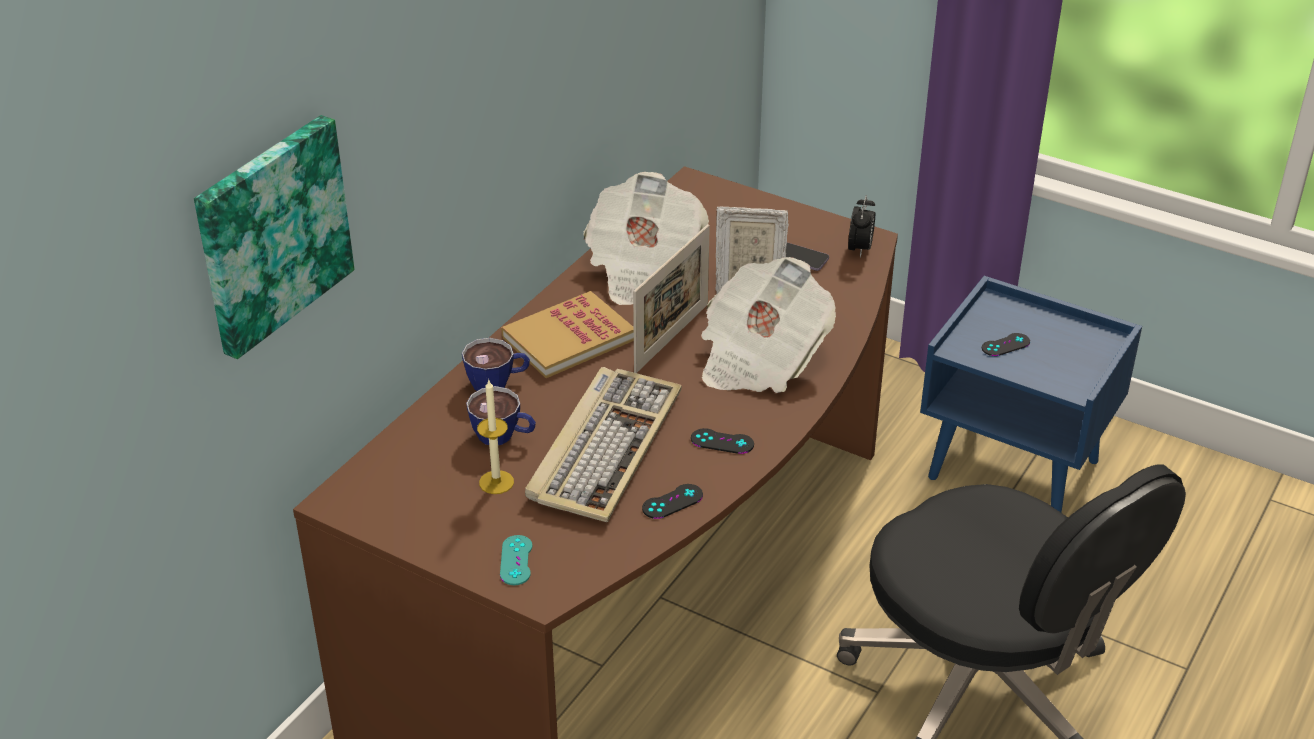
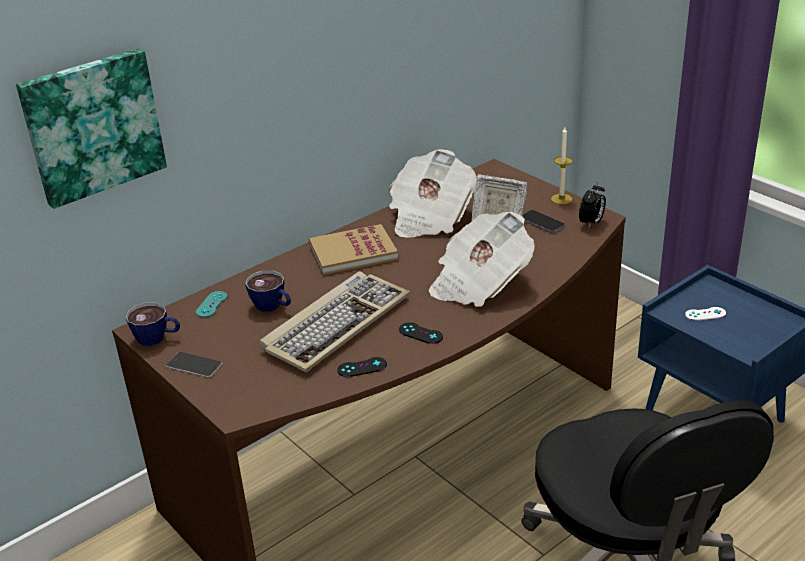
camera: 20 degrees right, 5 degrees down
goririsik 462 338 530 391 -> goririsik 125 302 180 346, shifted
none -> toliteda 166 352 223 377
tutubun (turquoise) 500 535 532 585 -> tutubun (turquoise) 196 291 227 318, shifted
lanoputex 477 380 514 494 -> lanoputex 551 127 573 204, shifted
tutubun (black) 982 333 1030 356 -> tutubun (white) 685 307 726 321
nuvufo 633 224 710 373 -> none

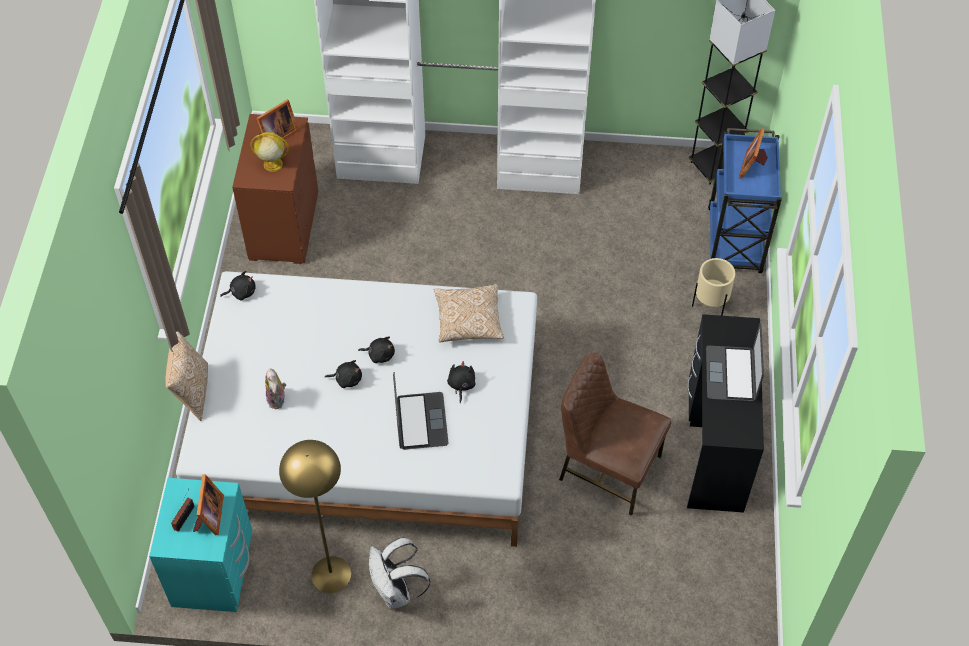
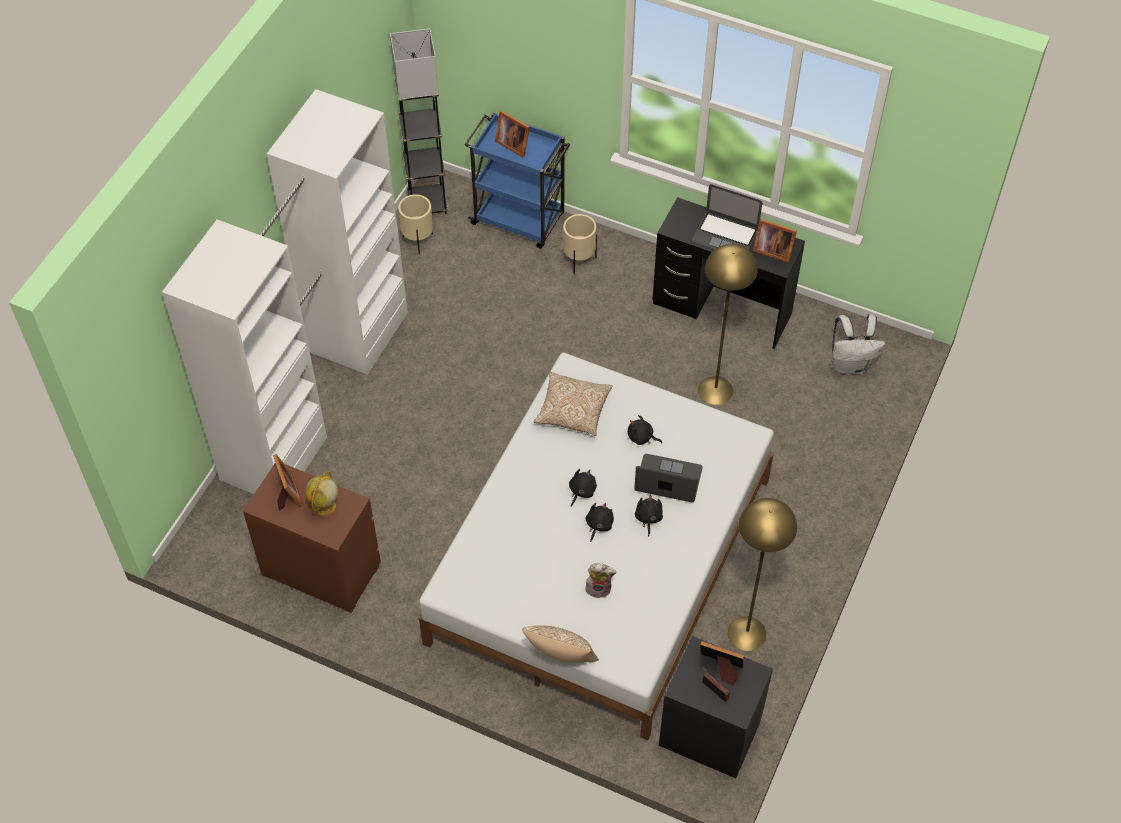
camera: 70 degrees left, 0 degrees up
none -> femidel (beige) 398 194 433 254
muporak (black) 220 271 256 300 -> muporak (black) 635 494 663 536, shifted
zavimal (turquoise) 149 478 252 612 -> zavimal (black) 659 636 773 778
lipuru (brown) 559 352 671 516 -> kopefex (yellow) 698 244 758 405
none -> nuvufo 753 219 797 263
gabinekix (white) 369 537 431 609 -> gabinekix (white) 831 314 886 375, shifted

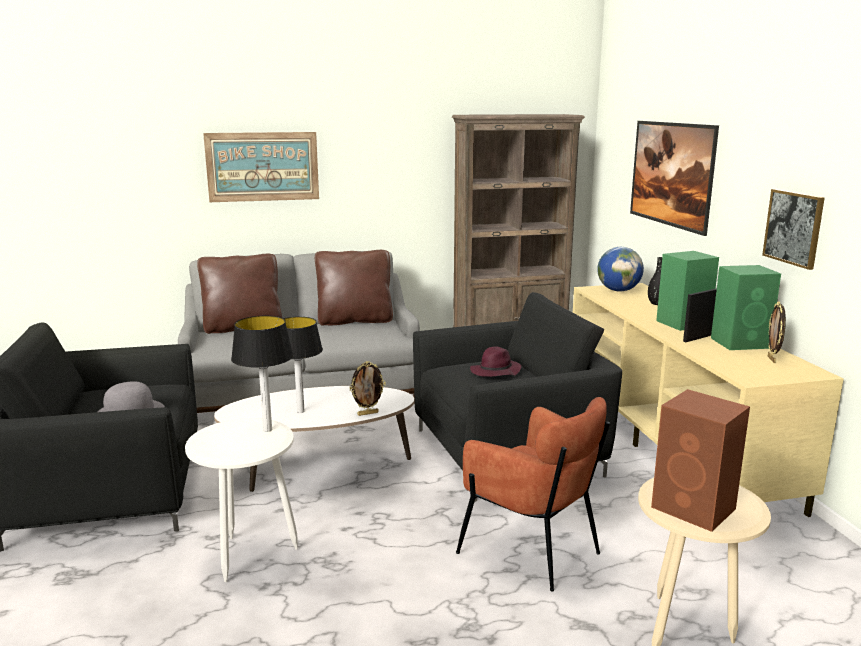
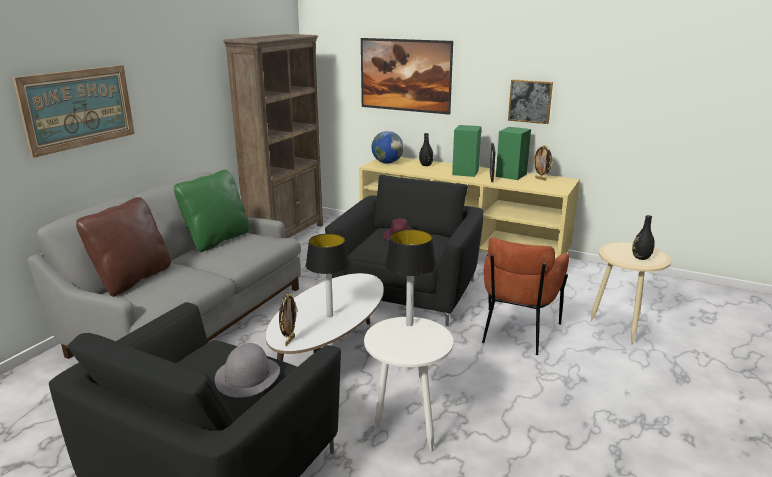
camera: 50 degrees left, 5 degrees up
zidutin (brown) 315 250 393 326 -> zidutin (green) 174 170 250 252
nuvufo 350 361 386 416 -> nuvufo 279 293 297 346, shifted
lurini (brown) 456 397 610 591 -> lurini (brown) 482 238 569 355, 120 degrees clockwise
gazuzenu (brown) 651 389 750 532 -> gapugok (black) 632 215 655 260

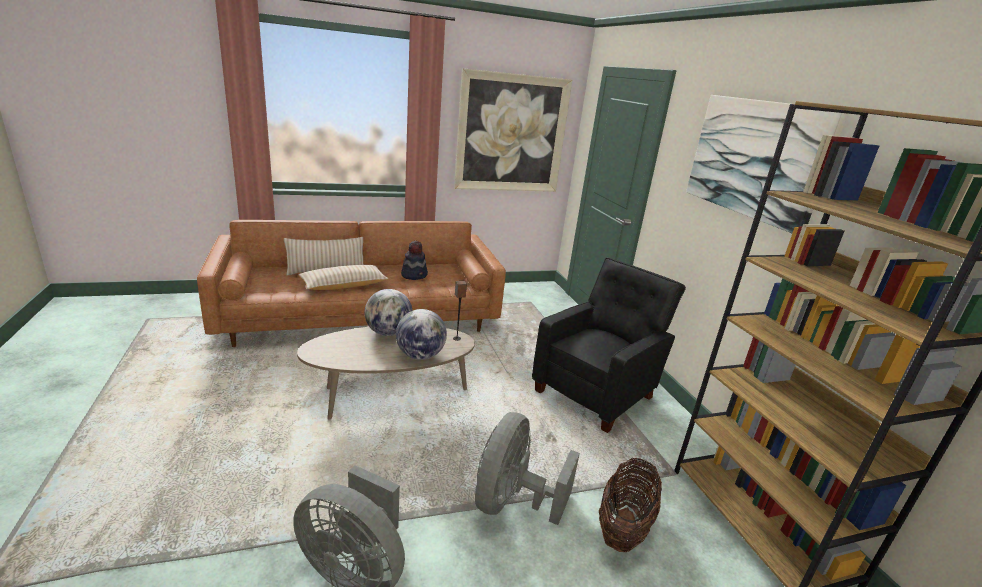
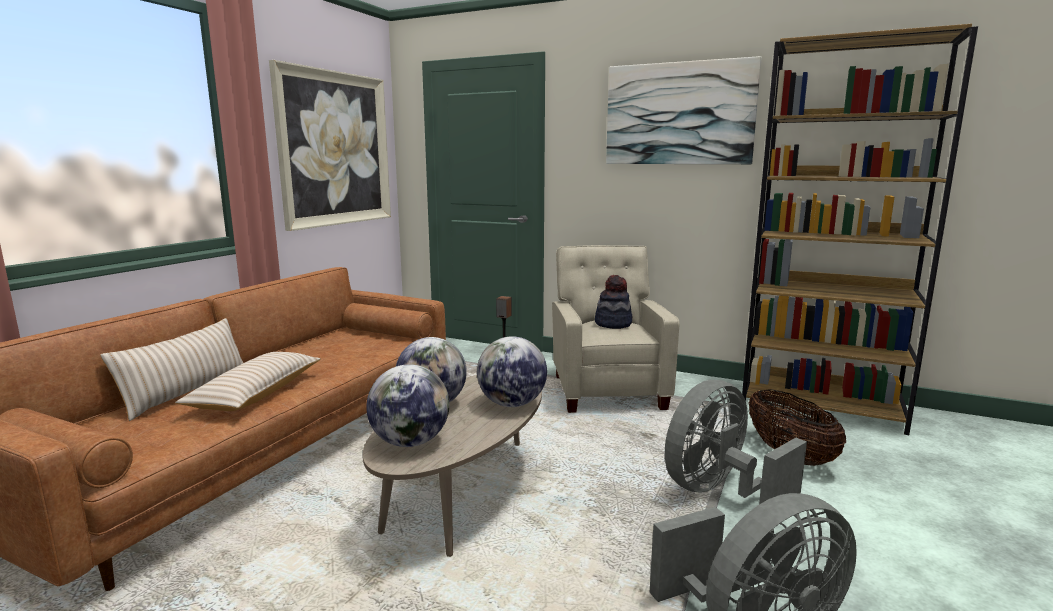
camera: 45 degrees left, 10 degrees down
none -> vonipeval 366 364 449 447
lurini (black) 532 257 686 433 -> lurini (beige) 552 245 679 413
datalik 401 240 428 280 -> datalik 595 275 632 329, shifted
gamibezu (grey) 475 412 580 525 -> gamibezu (grey) 665 380 807 504, 75 degrees clockwise

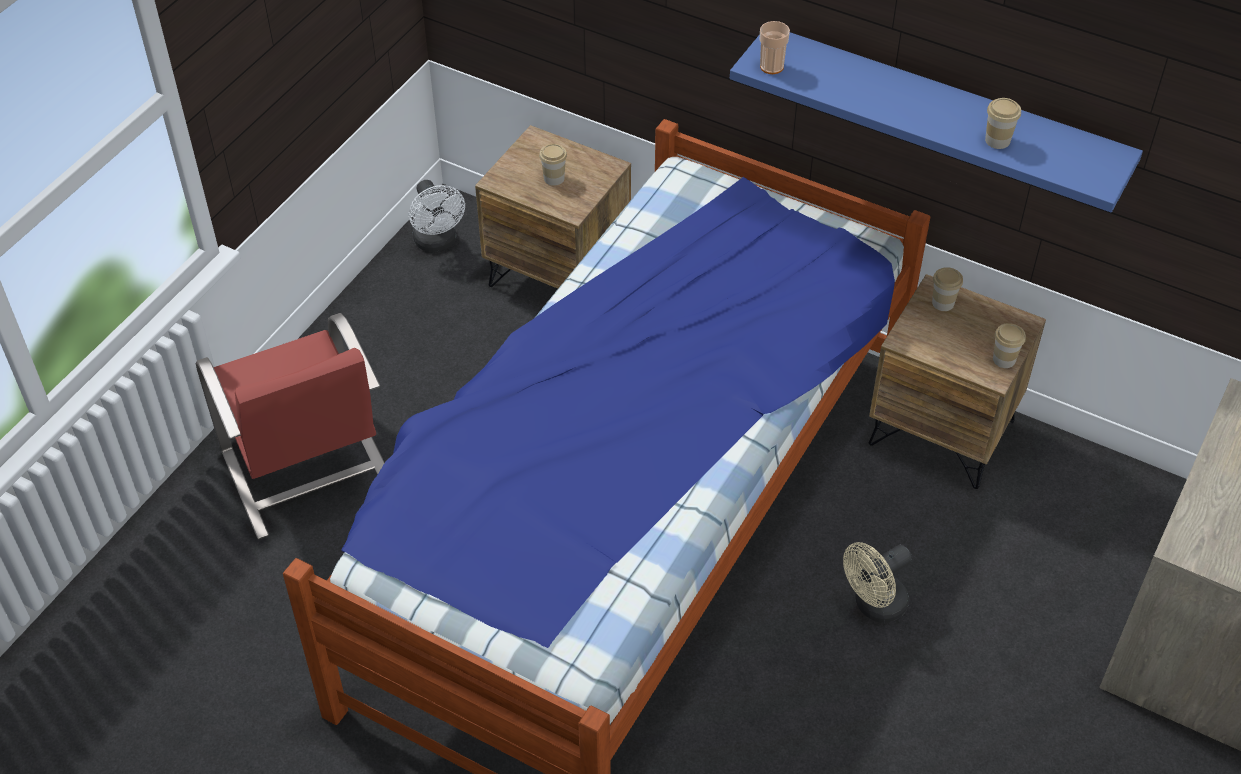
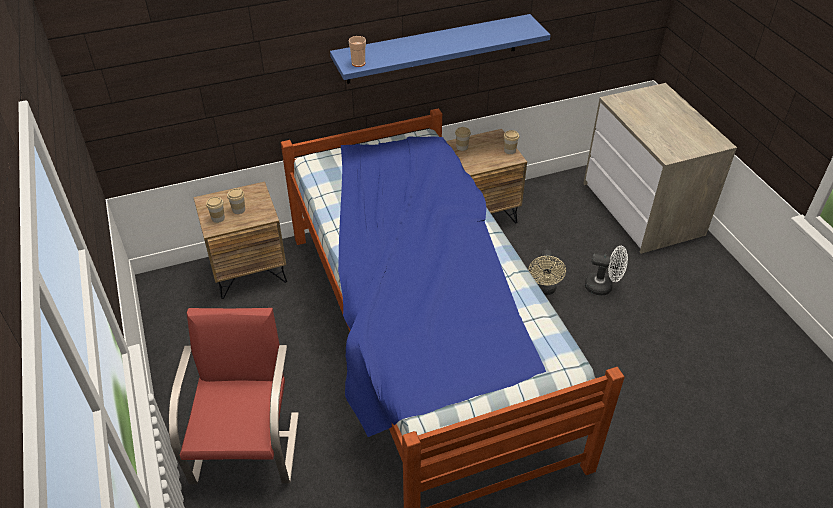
camera: 50 degrees left, 5 degrees down
lipuru (red) 196 313 385 539 -> lipuru (red) 168 308 299 484, 105 degrees counterclockwise
goririsik 985 98 1021 149 -> goririsik 206 197 225 223, shifted
gamibezu (white) 409 180 465 252 -> gamibezu (white) 585 246 628 295, shifted

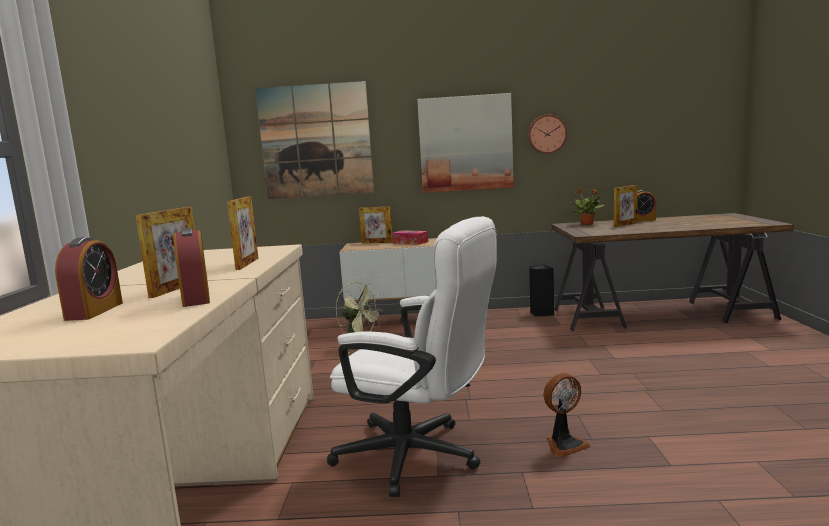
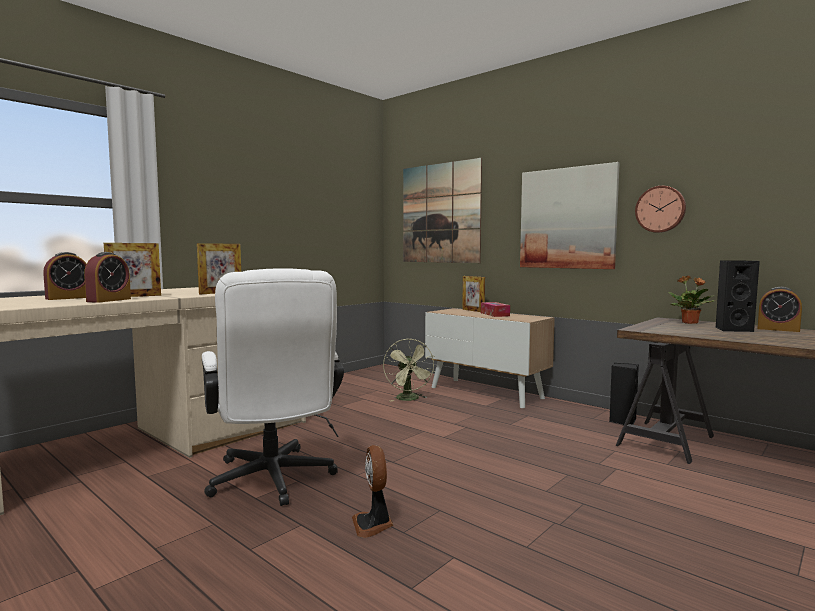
camera: 40 degrees right, 5 degrees down
gamibezu 543 373 590 457 -> gamibezu 352 445 393 538, 60 degrees clockwise
nuvufo 614 185 638 227 -> gazuzenu (black) 716 260 760 332

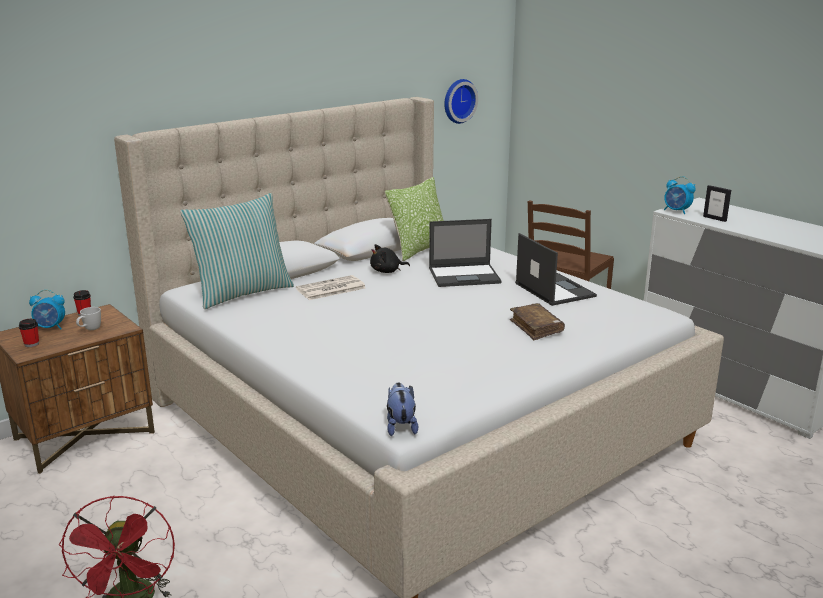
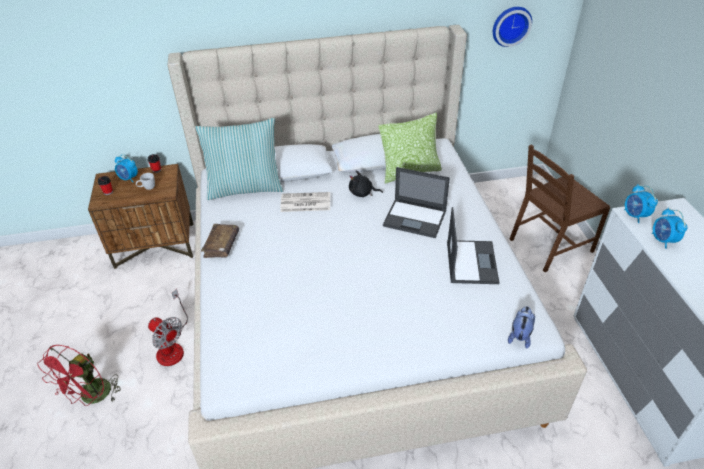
camera: 30 degrees right, 20 degrees up
none -> gamibezu 148 289 188 366
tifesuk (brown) 510 303 565 340 -> tifesuk (brown) 201 224 239 258, shifted
muporak 387 382 418 436 -> muporak 508 306 535 349, shifted
nuvufo 703 185 731 222 -> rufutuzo 652 208 687 249

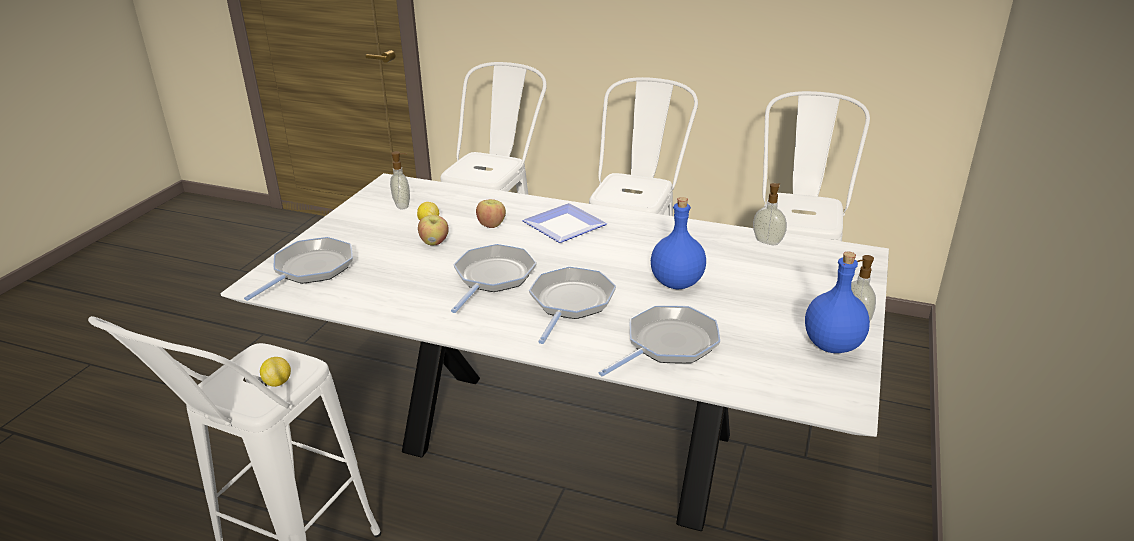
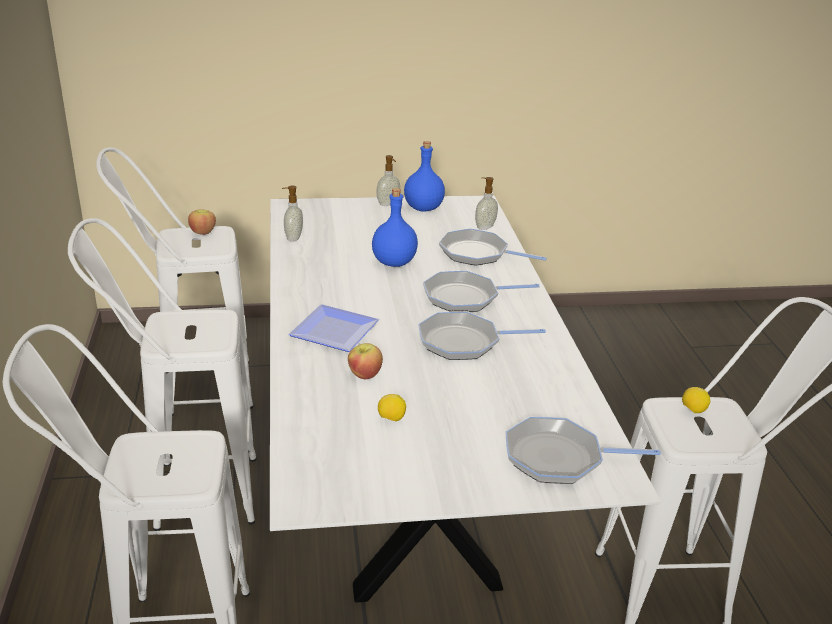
camera: 120 degrees left, 0 degrees up
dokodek 418 215 449 245 -> dokodek 188 209 216 235, shifted
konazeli 390 151 410 209 -> konazeli 475 177 498 230, shifted

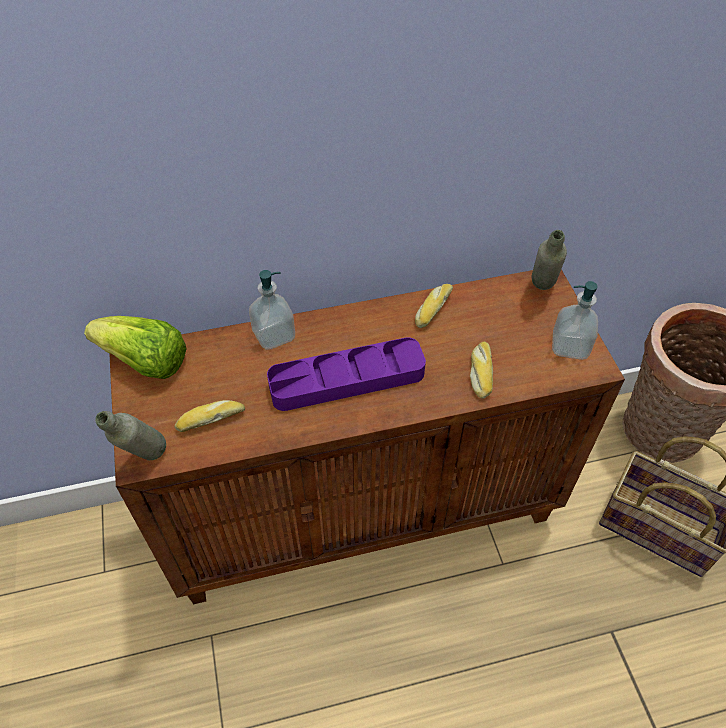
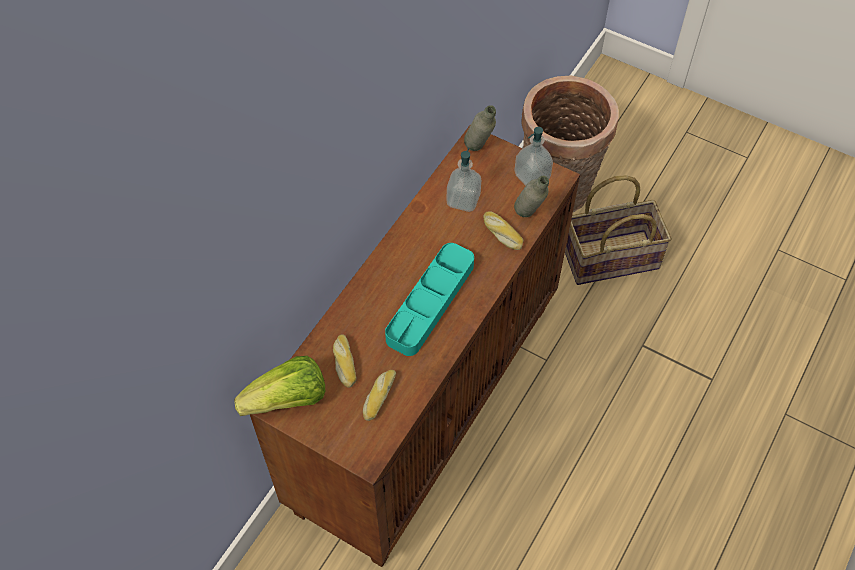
camera: 45 degrees left, 5 degrees up
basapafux 415 284 453 328 -> basapafux 333 334 356 388, shifted
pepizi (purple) 267 337 426 411 -> pepizi (turquoise) 385 243 474 356
konazeli 249 270 295 350 -> konazeli 446 148 481 212, shifted
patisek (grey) 95 411 166 460 -> patisek (grey) 514 176 549 217, shifted

